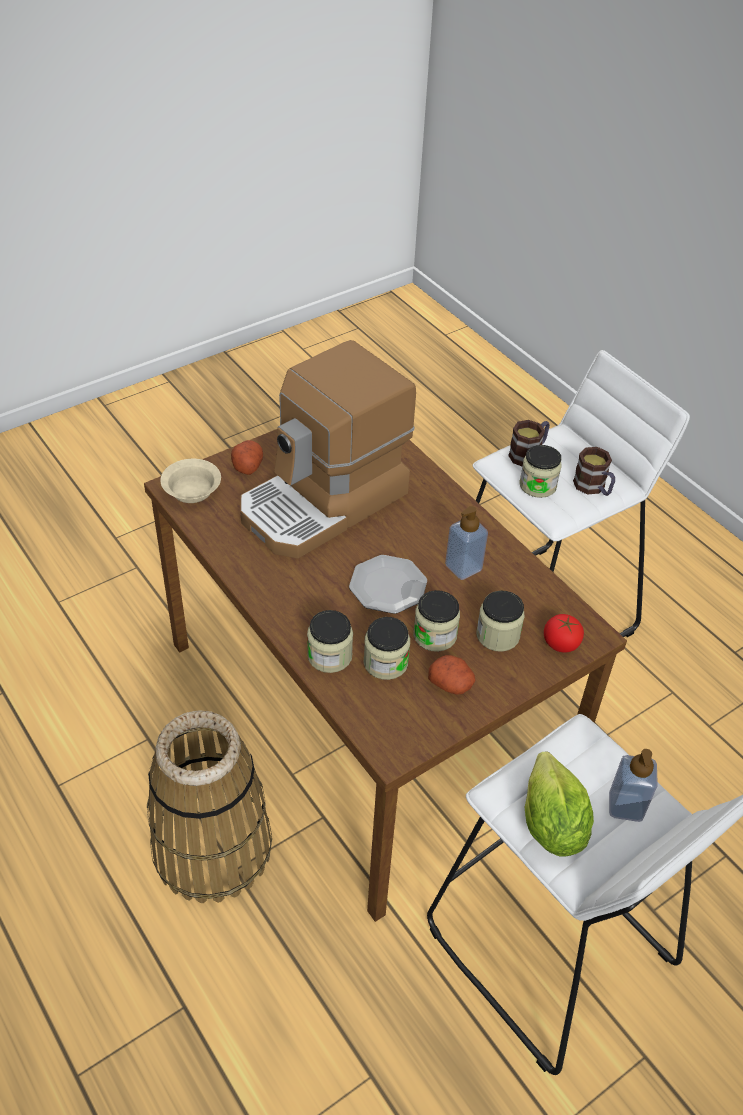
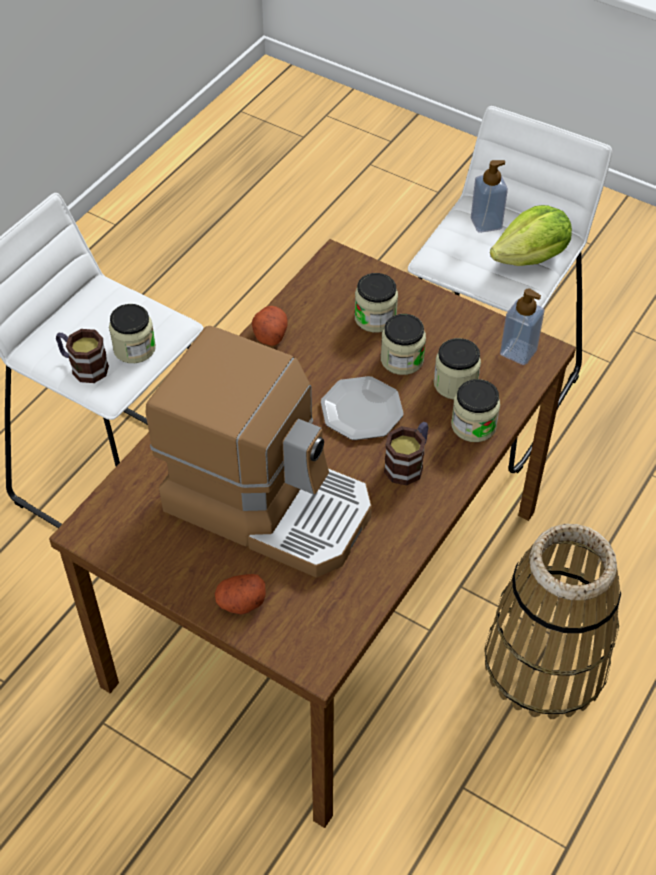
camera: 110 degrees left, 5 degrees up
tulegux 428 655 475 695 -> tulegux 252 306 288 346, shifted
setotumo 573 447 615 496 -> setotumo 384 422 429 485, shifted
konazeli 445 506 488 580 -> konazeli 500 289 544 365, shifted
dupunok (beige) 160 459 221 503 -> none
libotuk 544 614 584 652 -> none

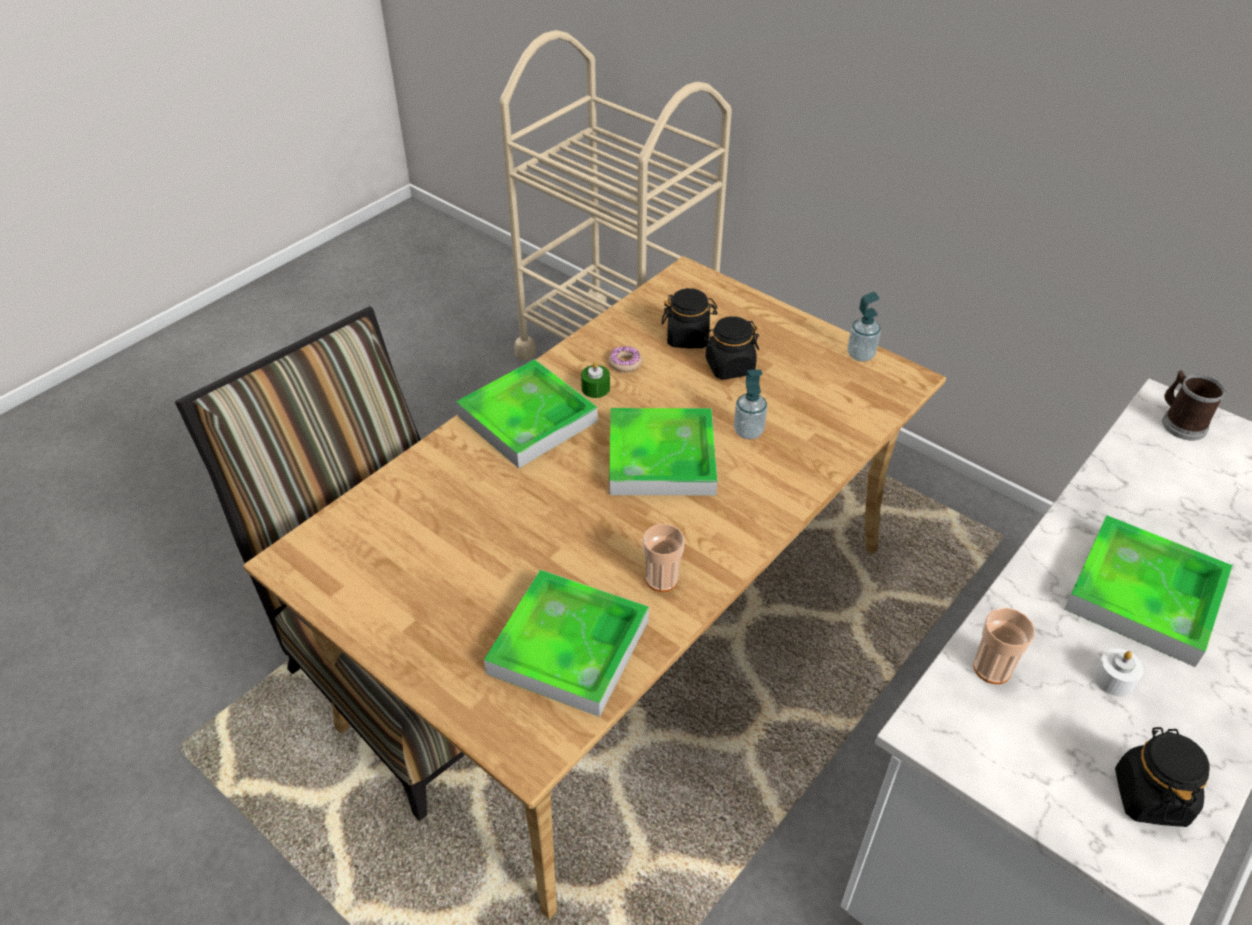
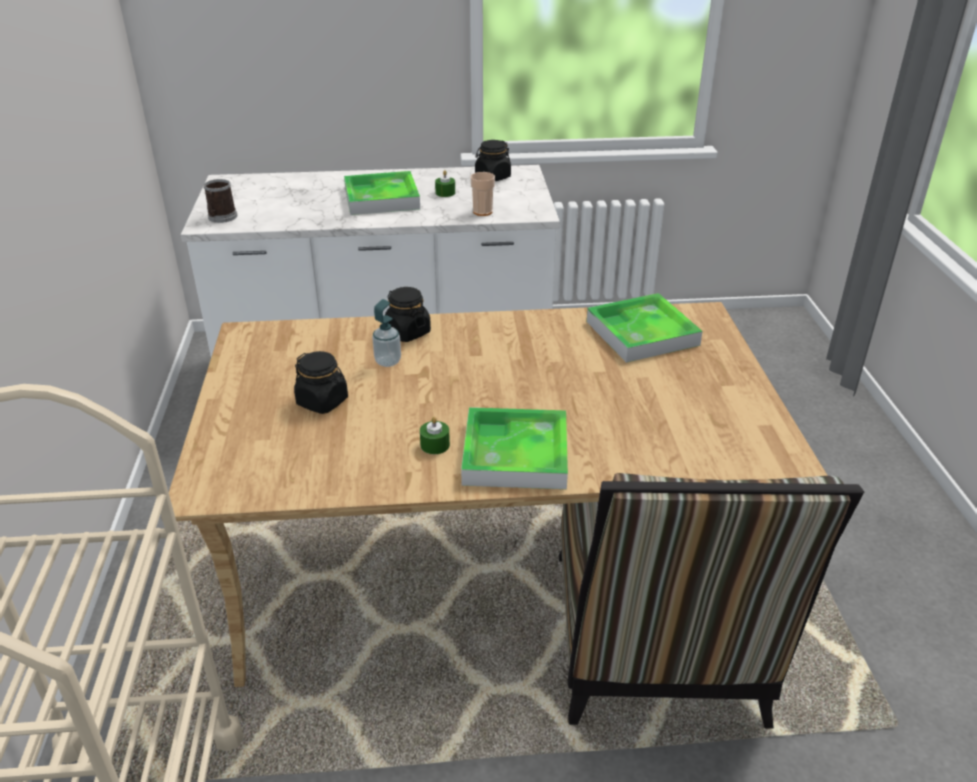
camera: 135 degrees left, 10 degrees down
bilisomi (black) 662 288 717 348 -> bilisomi (black) 385 287 431 342, shifted
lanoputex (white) 1093 648 1144 697 -> lanoputex (green) 435 170 455 197
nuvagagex 609 346 642 372 -> none
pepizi 609 408 718 495 -> none
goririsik 643 524 685 592 -> none
konazeli 847 292 881 362 -> none

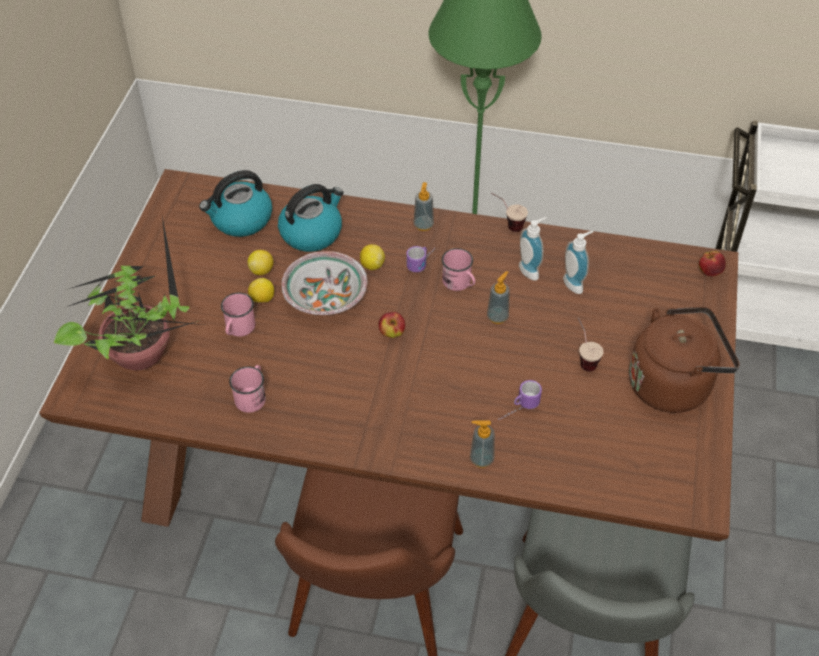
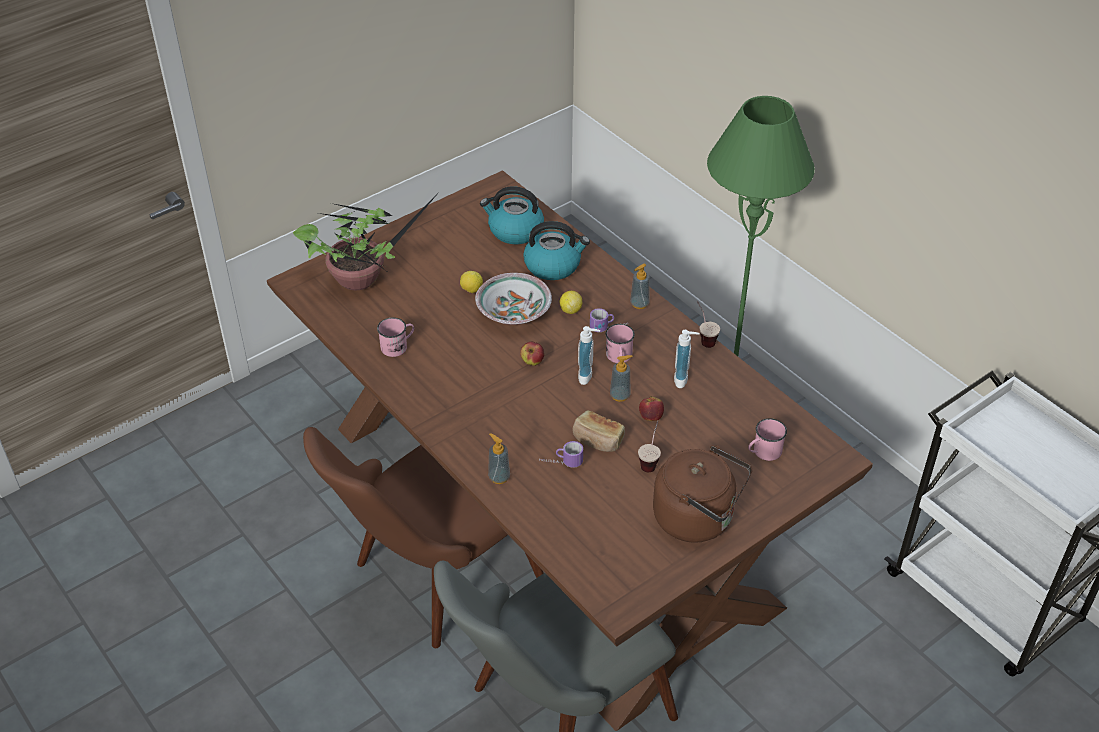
camera: 40 degrees right, 5 degrees down
none -> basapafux 572 410 625 452
konazeli 563 231 594 294 -> konazeli 578 326 600 385, shifted
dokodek 699 251 726 277 -> dokodek 639 396 664 421, shifted
setotumo (pink) 221 293 255 337 -> setotumo (pink) 748 418 787 461, shifted
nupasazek 247 250 273 275 -> none

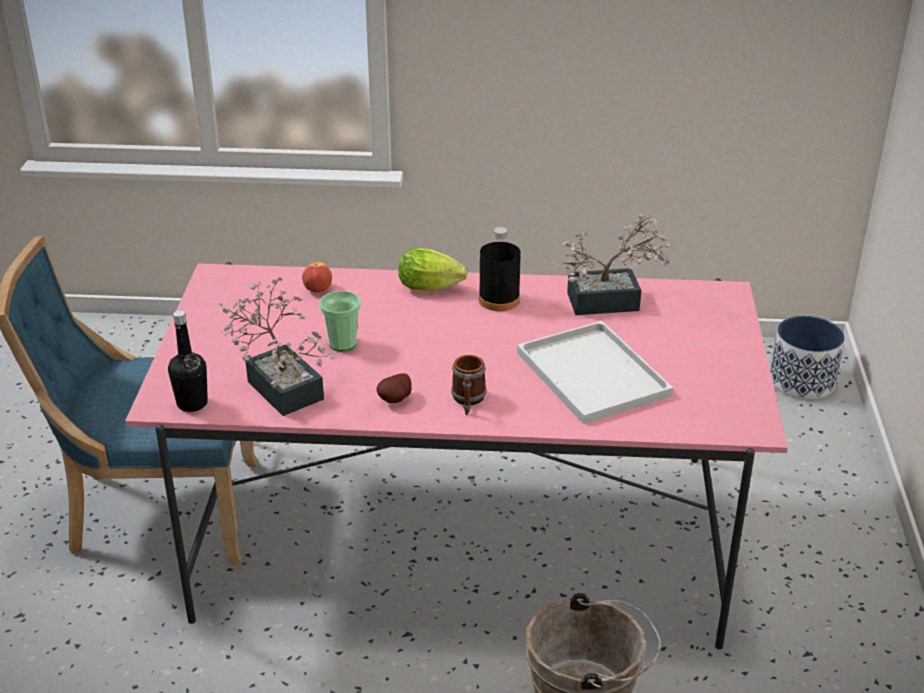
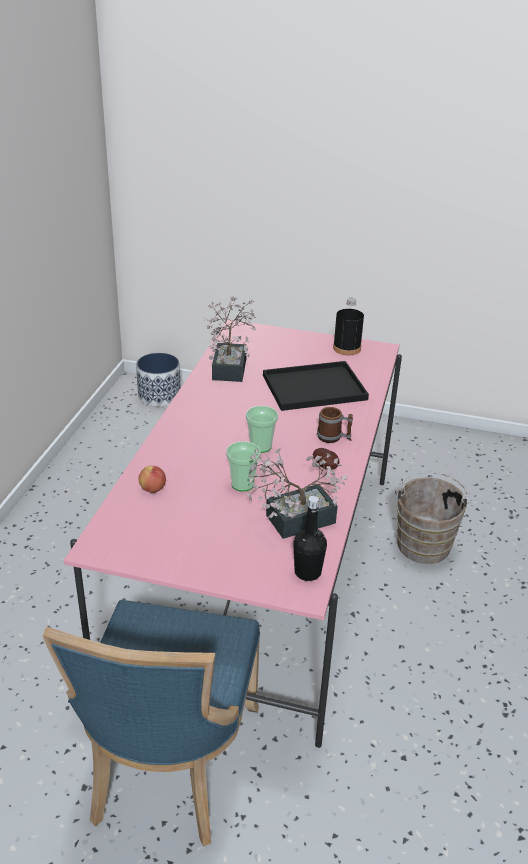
camera: 80 degrees left, 0 degrees up
none -> goririsik 246 406 278 453
pepizi (white) 517 321 673 424 -> pepizi (black) 263 361 369 411
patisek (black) 479 227 521 311 -> patisek (black) 333 298 364 355, shifted
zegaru 398 248 468 291 -> none

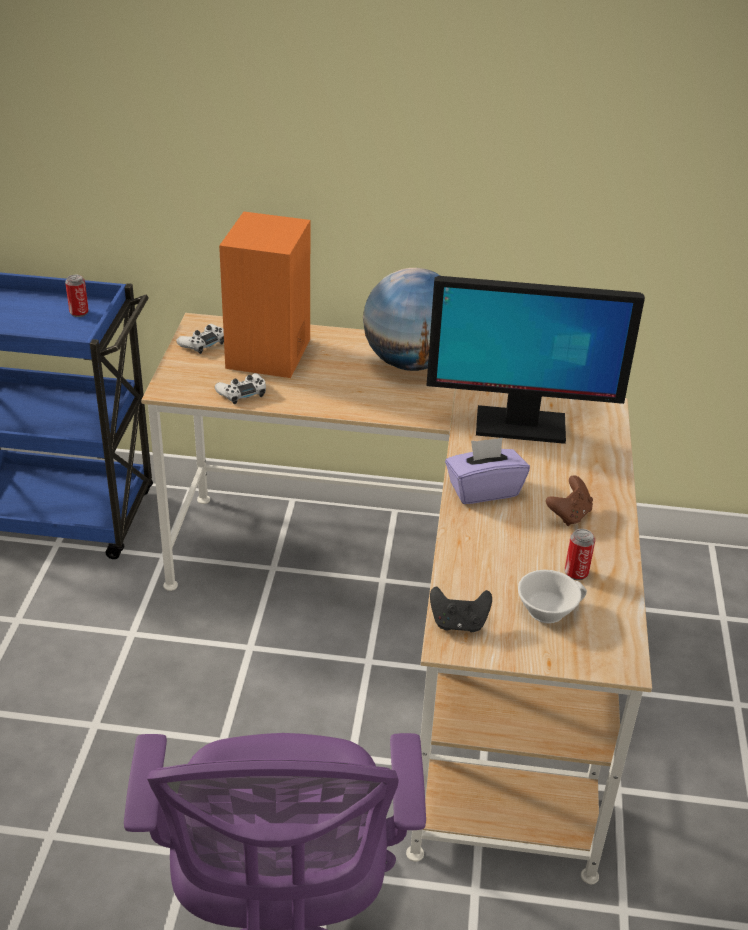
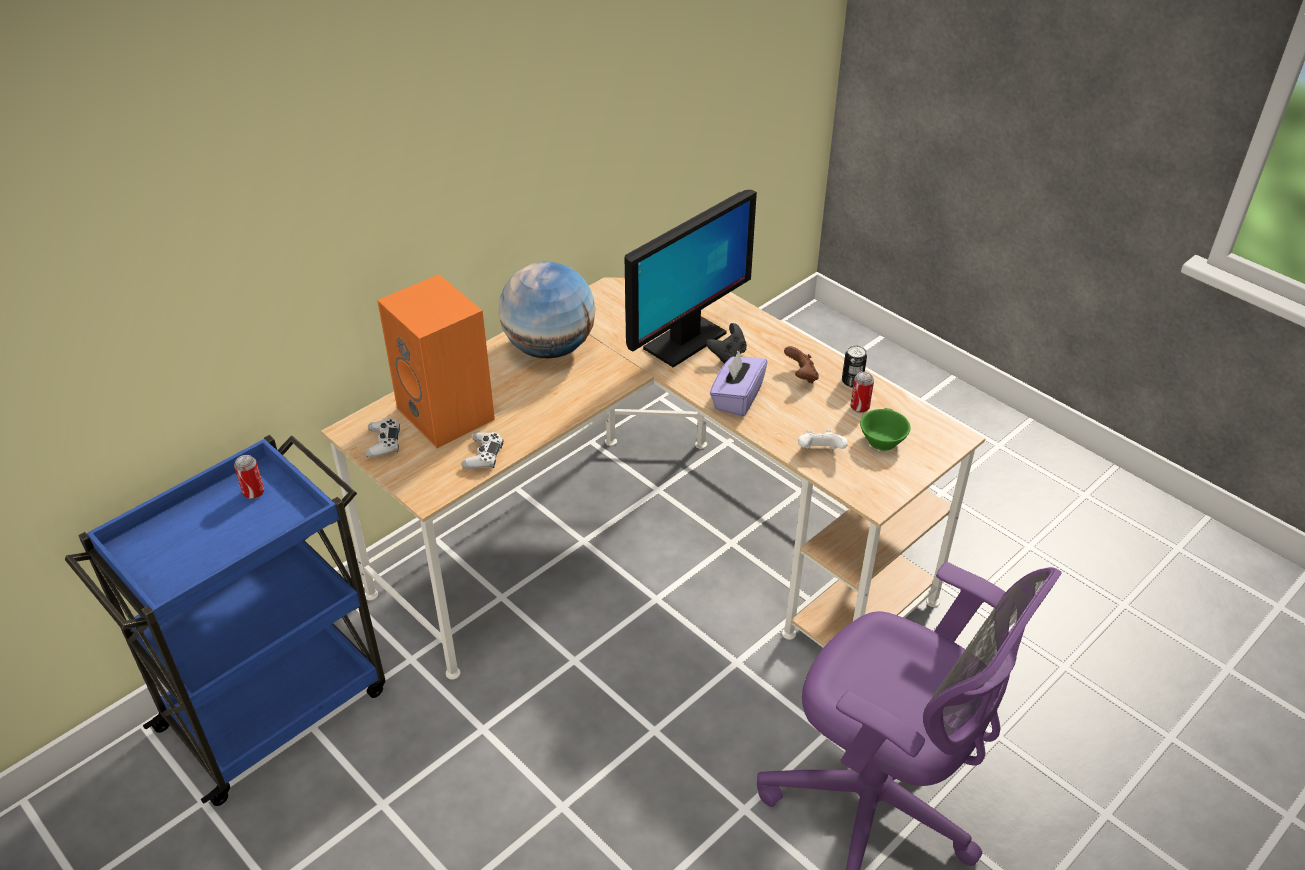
camera: 50 degrees left, 5 degrees up
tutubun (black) 430 586 492 632 -> tutubun (black) 706 323 747 363, shifted
none -> tutubun (white) 798 430 848 449
none -> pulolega 842 345 867 387
goririsik (white) 518 570 587 624 -> goririsik (green) 860 408 910 451

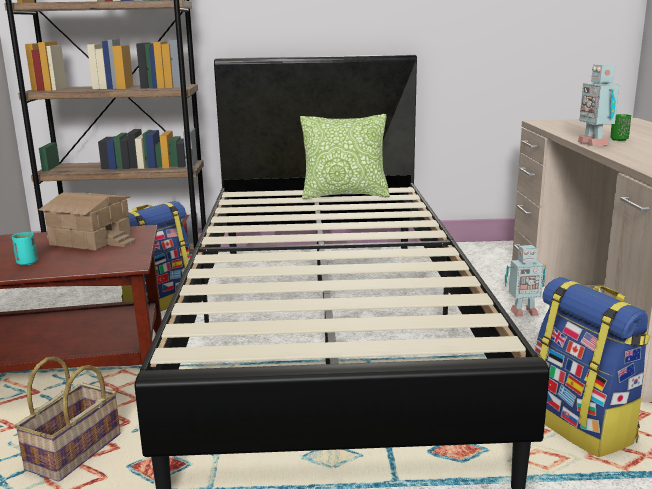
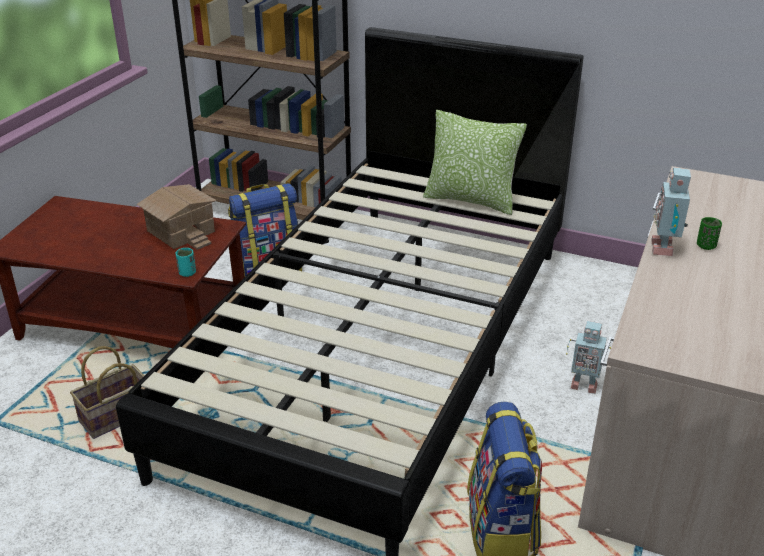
camera: 25 degrees right, 15 degrees up
goririsik (turquoise) 12 232 38 266 -> goririsik (turquoise) 176 248 196 277, shifted

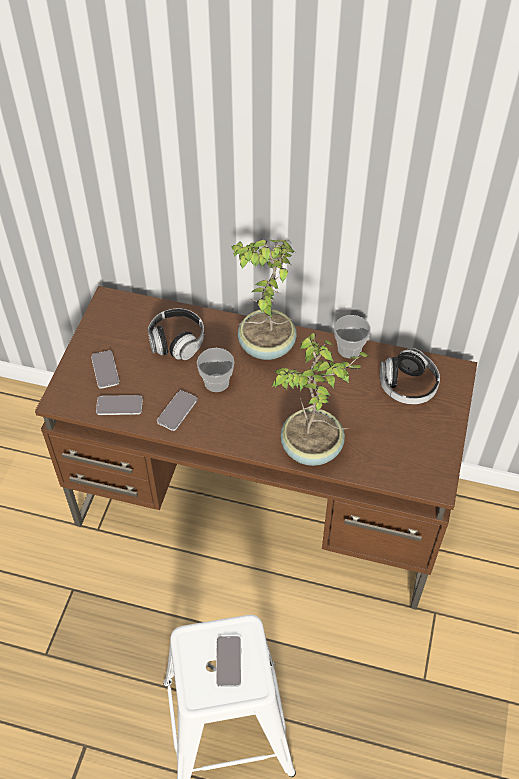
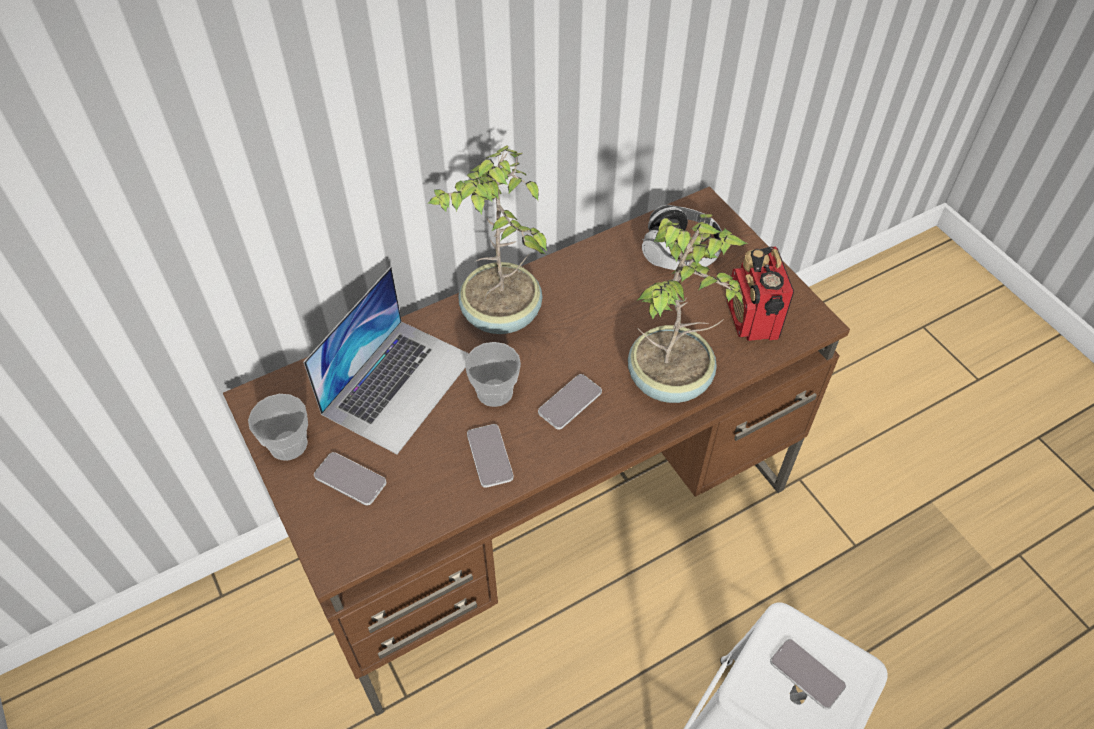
camera: 45 degrees left, 0 degrees up
goririsik 334 315 371 359 -> goririsik 248 394 308 461, shifted
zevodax 148 308 204 360 -> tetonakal 303 267 469 454
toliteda 96 395 143 415 -> toliteda 538 374 602 430, shifted
none -> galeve 727 247 794 341

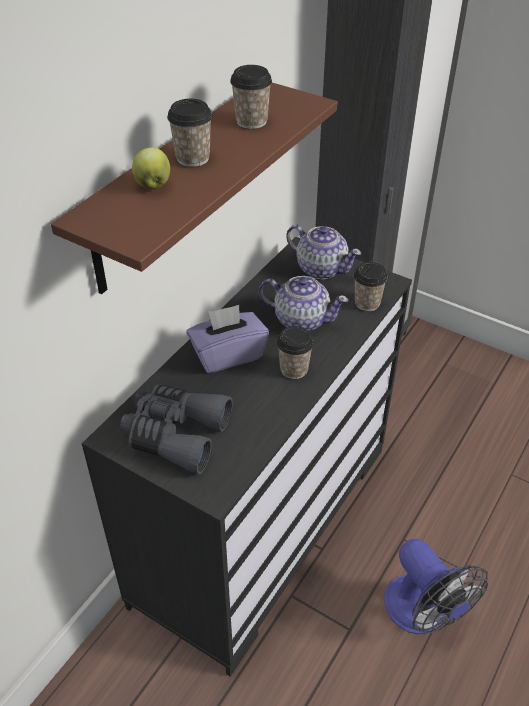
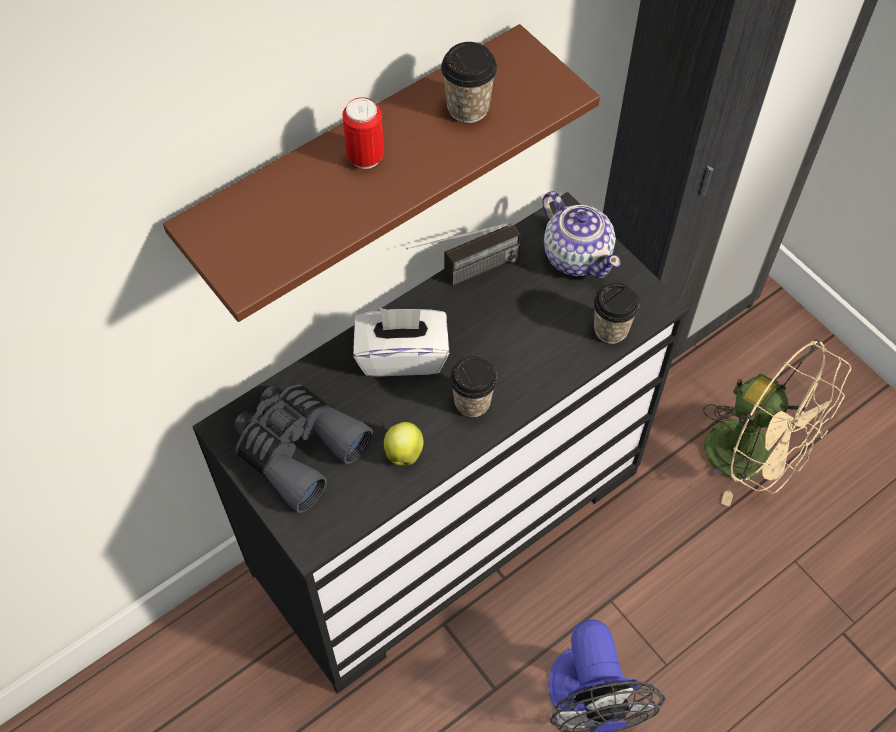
camera: 20 degrees right, 15 degrees up
goririsik 167 99 212 167 -> pulolega 342 97 384 169
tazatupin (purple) 186 305 269 373 -> tazatupin (white) 353 308 449 377
dokodek 132 147 170 189 -> dokodek 384 422 424 465, shifted
none -> galeve 406 222 520 286
none -> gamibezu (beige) 703 339 851 506
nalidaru 259 276 348 331 -> none

